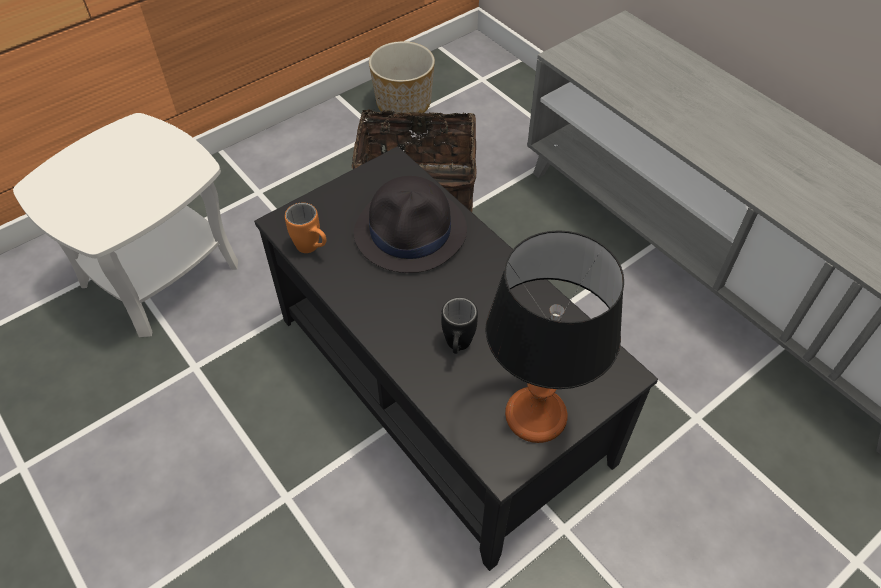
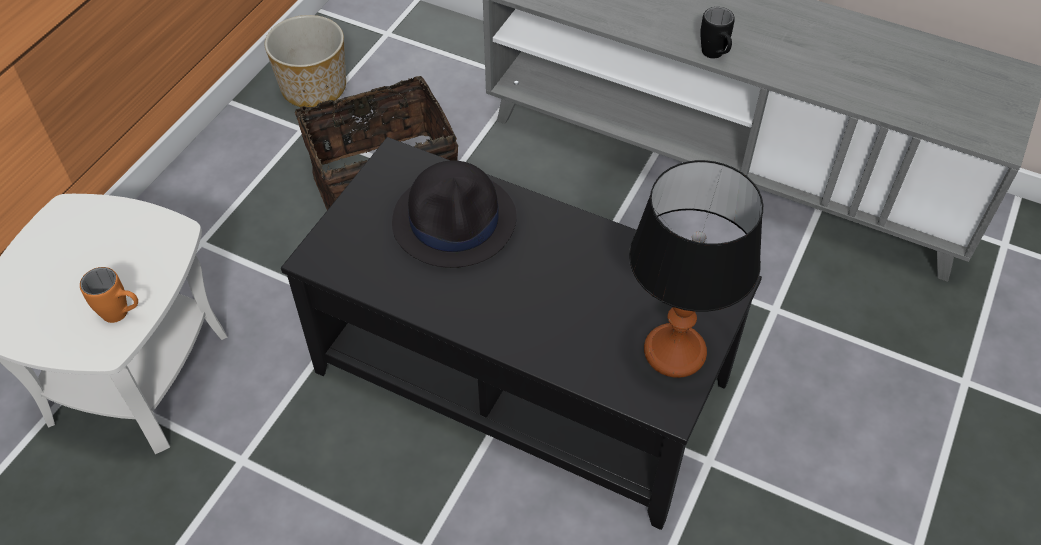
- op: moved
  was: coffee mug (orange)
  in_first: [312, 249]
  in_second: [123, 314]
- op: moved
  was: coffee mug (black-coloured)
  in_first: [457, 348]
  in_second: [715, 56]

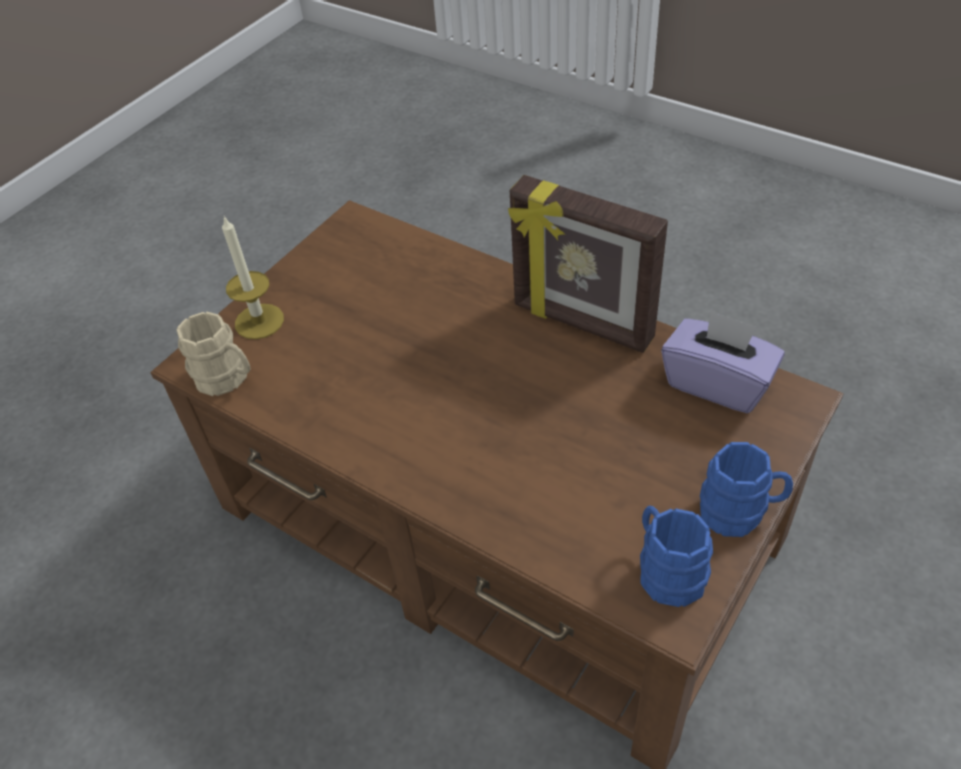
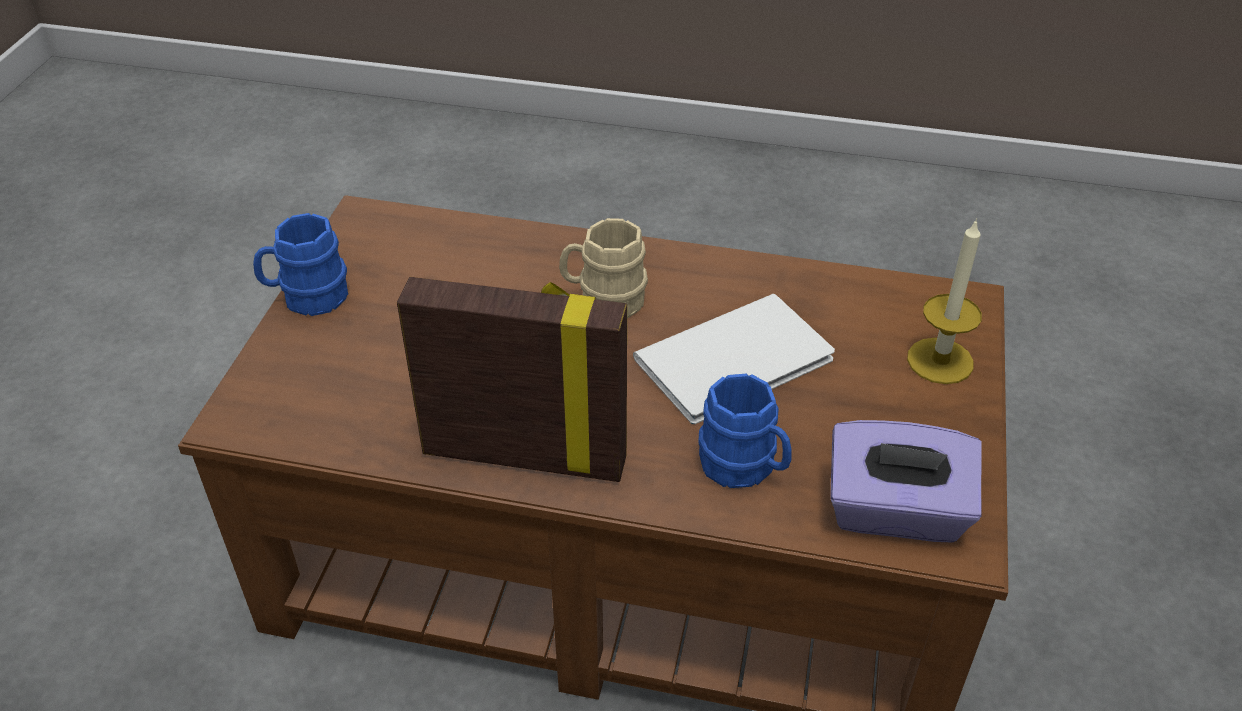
- op: moved
  was: coffee mug (beige)
  in_first: [227, 379]
  in_second: [604, 300]
- op: moved
  was: coffee mug (blue-coloured)
  in_first: [666, 571]
  in_second: [744, 468]
- op: moved
  was: tissue holder (purplish)
  in_first: [717, 383]
  in_second: [895, 513]
- op: added
  now: volume (whitish)
  in_second: [741, 361]

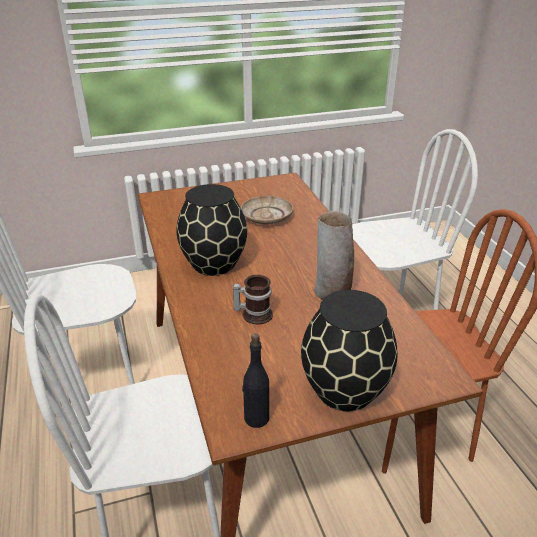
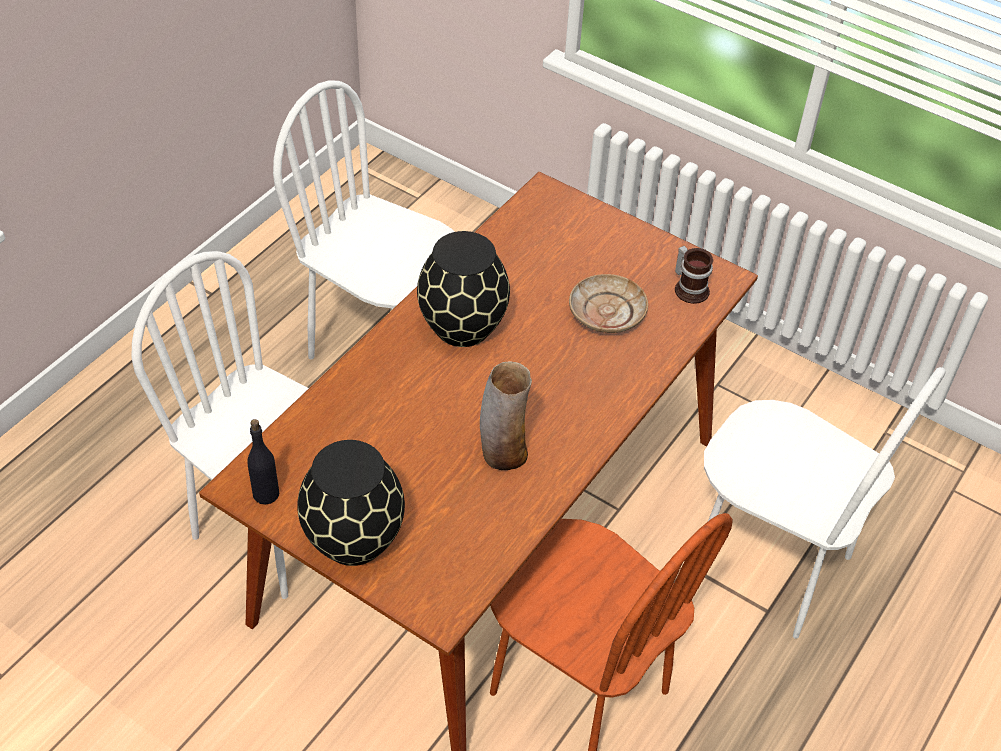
- op: moved
  was: coffee mug
  in_first: [254, 313]
  in_second: [690, 288]

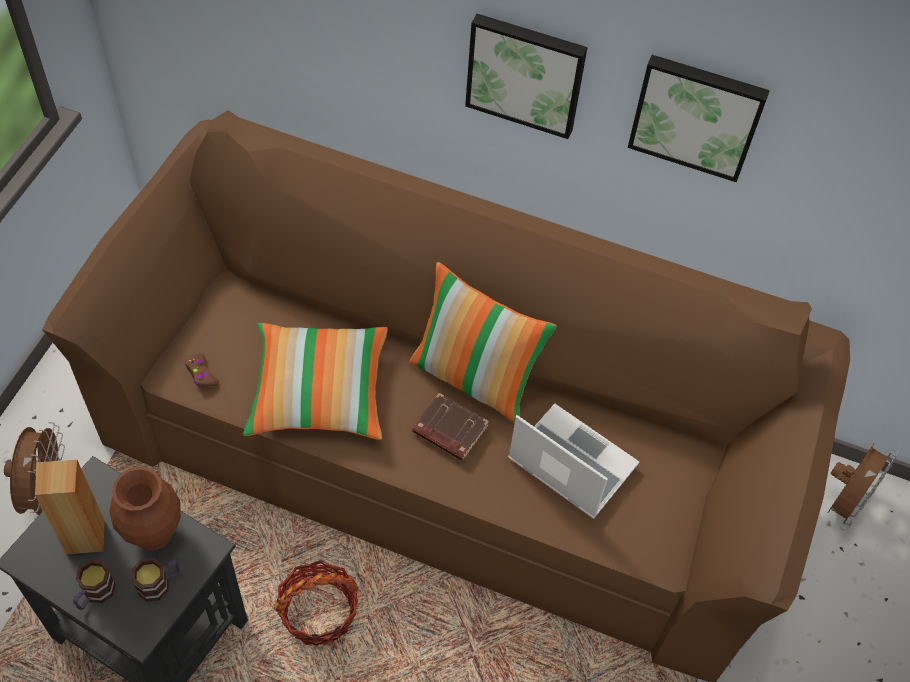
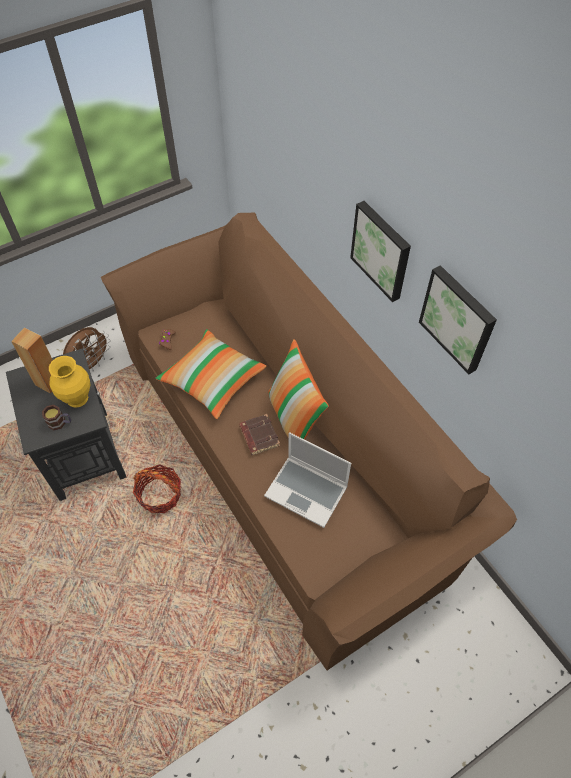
- op: removed
  was: coffee mug
  in_first: [95, 594]
- op: recoloured
  was: flower vase (brownish)
  now: flower vase (yellow)
  in_first: [153, 533]
  in_second: [76, 398]
- op: turned
  was: portable computer
  in_first: [570, 463]
  in_second: [307, 491]
  clockwise: 135
- op: removed
  was: fan (brownish)
  in_first: [843, 503]

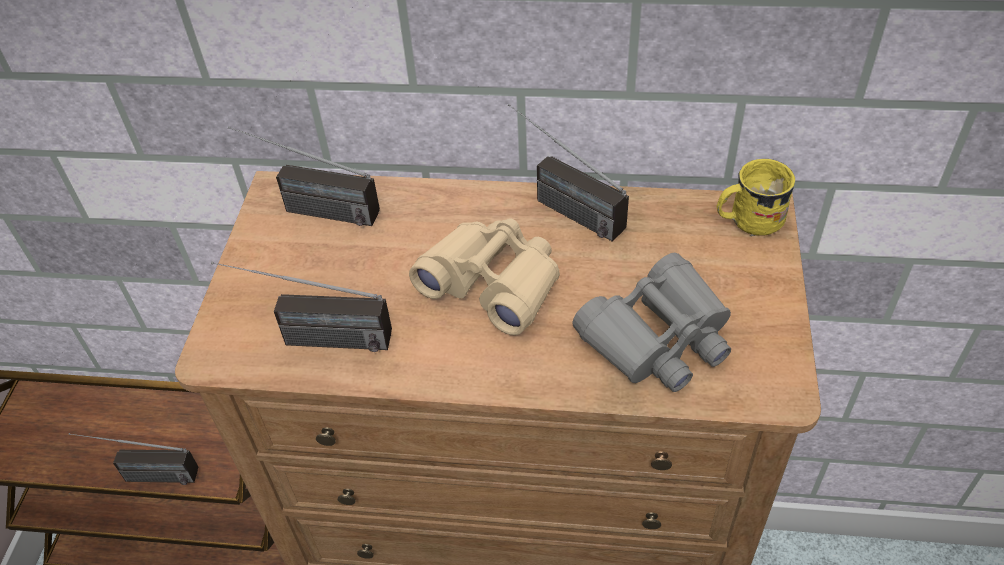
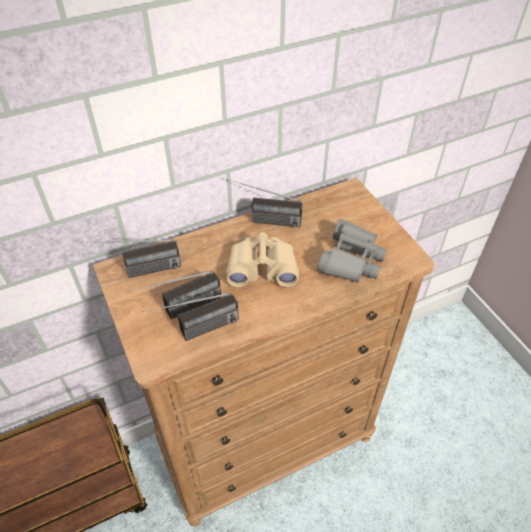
- op: moved
  was: radio
  in_first: [143, 476]
  in_second: [180, 310]
- op: removed
  was: coffee mug (yellow)
  in_first: [748, 220]

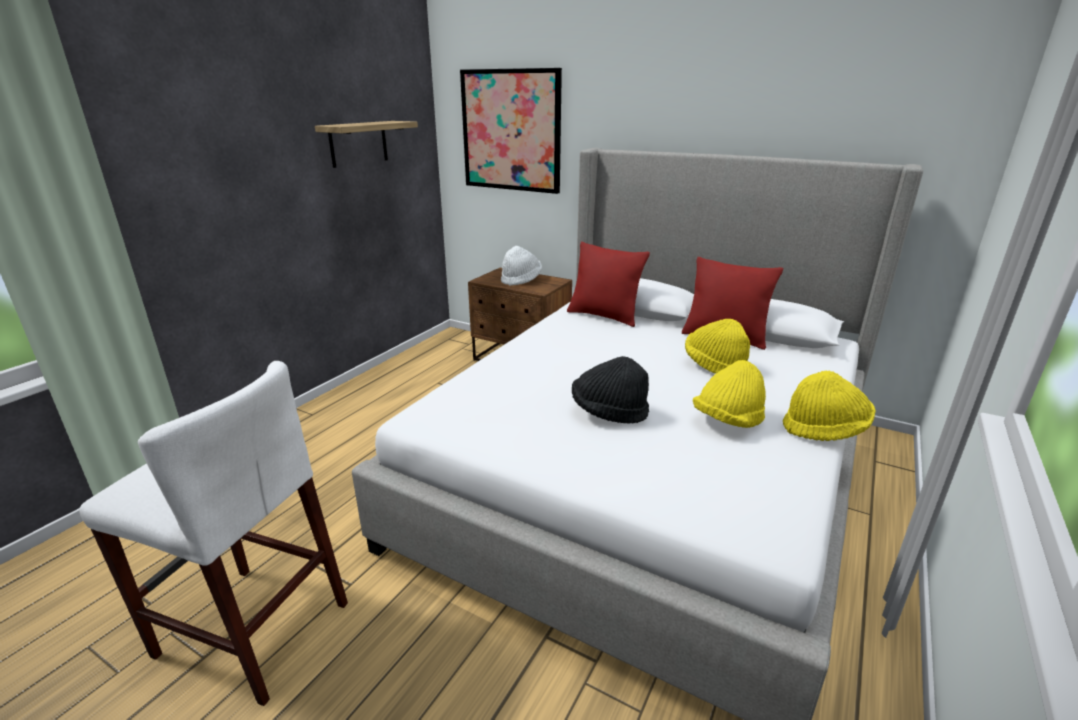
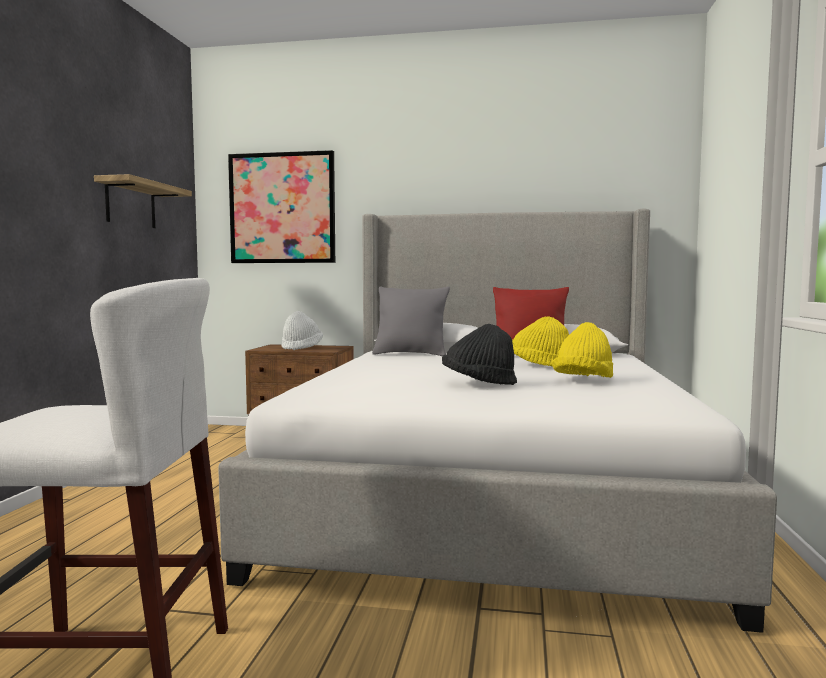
- op: recoloured
  was: cushion (reddish)
  now: cushion (gray)
  in_first: [604, 316]
  in_second: [410, 354]
- op: removed
  was: hat (yellow)
  in_first: [824, 429]

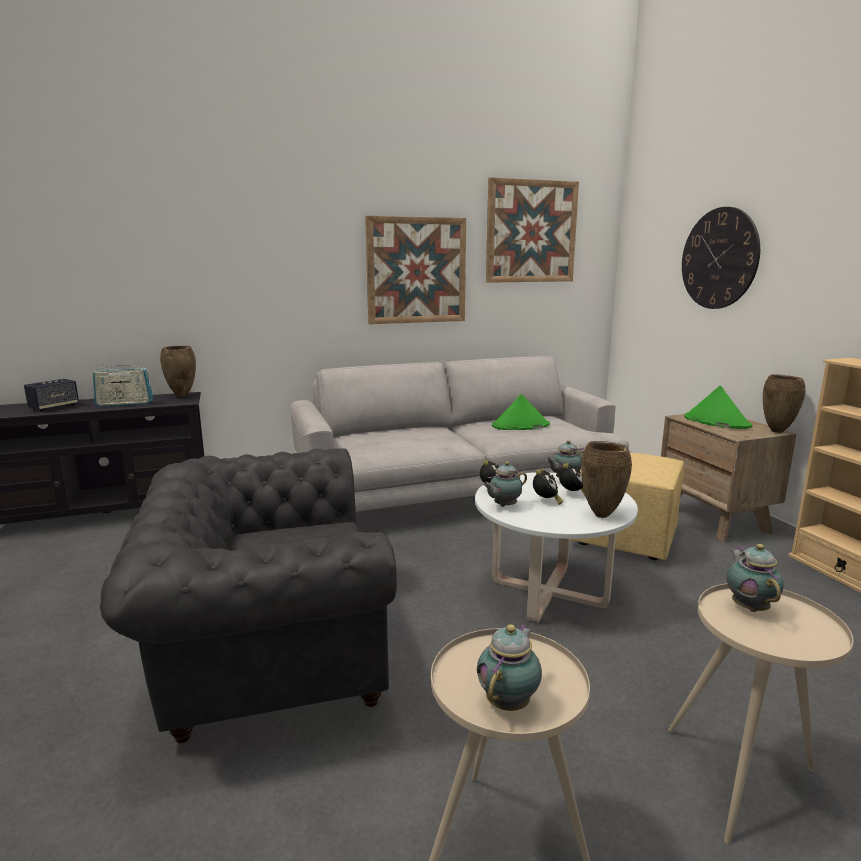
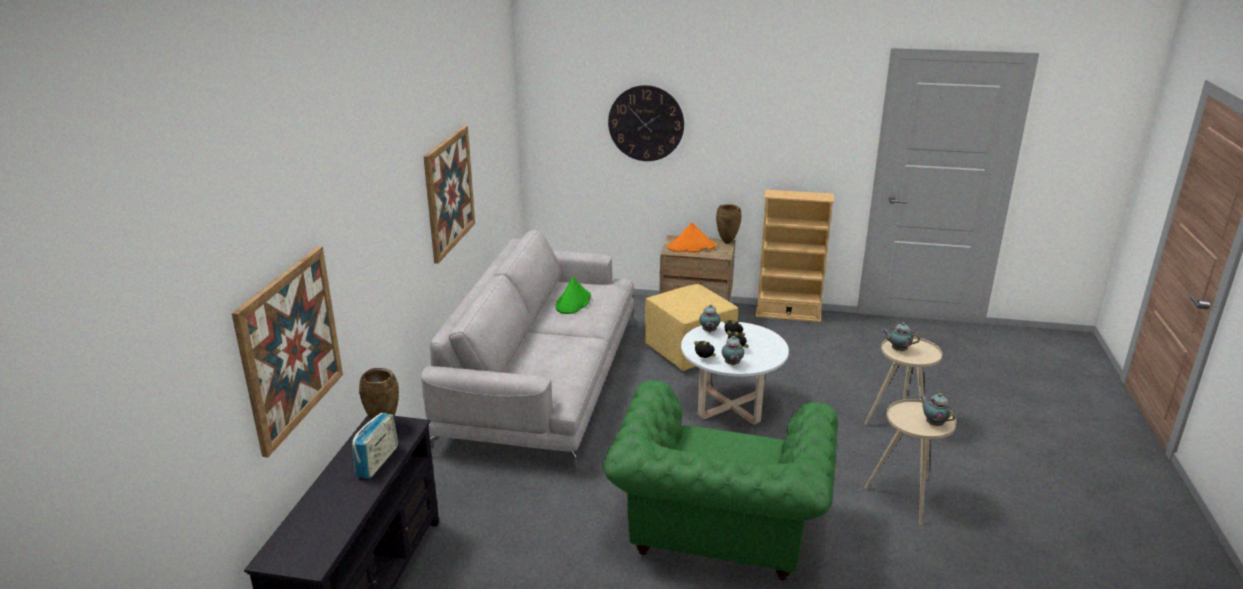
- op: removed
  was: loudspeaker
  in_first: [54, 407]
- op: recoloured
  was: lounge chair (gray)
  now: lounge chair (green-coloured)
  in_first: [266, 653]
  in_second: [718, 531]
- op: moved
  was: wall picture
  in_first: [531, 232]
  in_second: [290, 347]
- op: removed
  was: flower vase (brownish)
  in_first: [602, 515]
- op: recoloured
  was: hat (green-coloured)
  now: hat (orange)
  in_first: [716, 422]
  in_second: [691, 247]

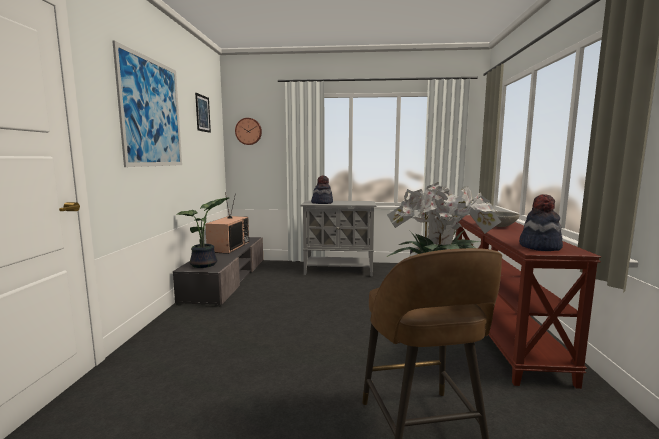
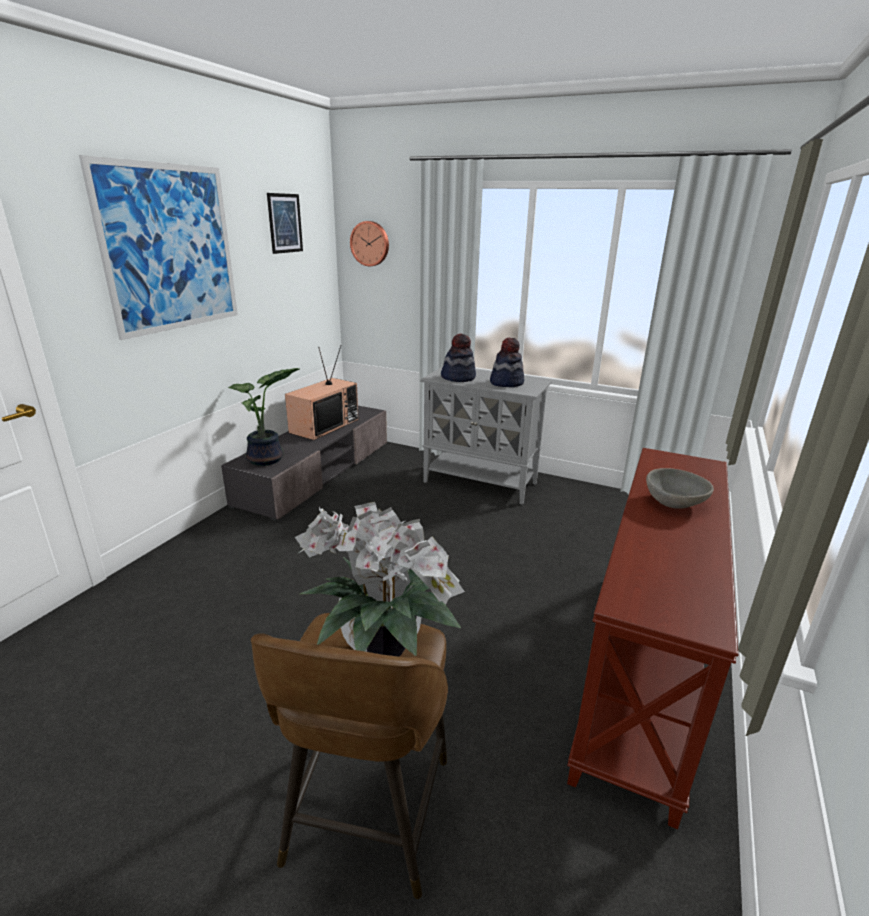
- op: moved
  was: hat
  in_first: [539, 247]
  in_second: [506, 383]

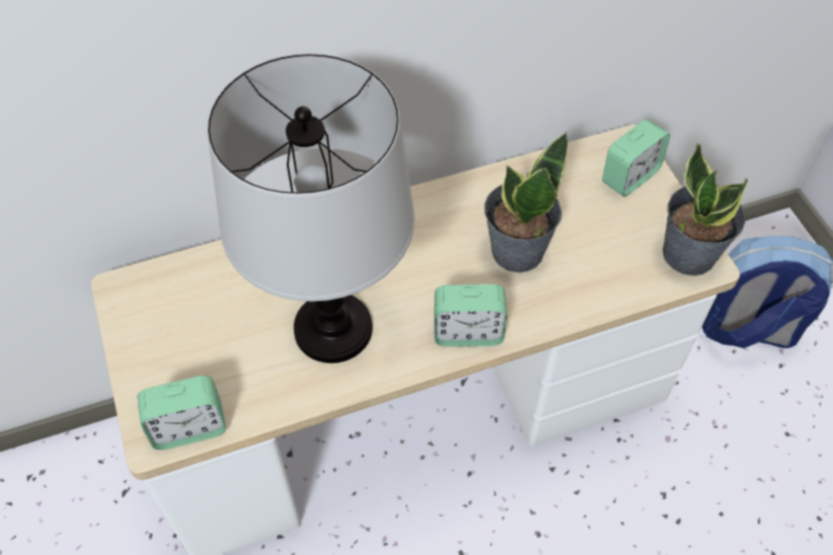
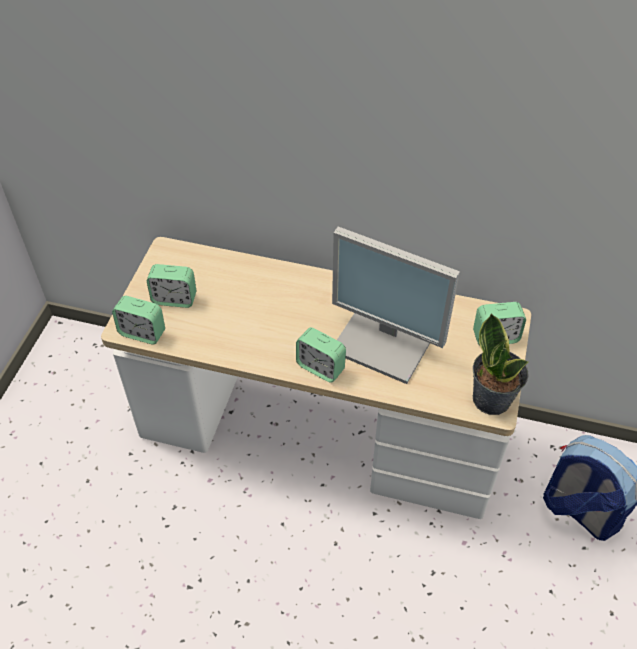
- op: removed
  was: table lamp
  in_first: [332, 329]
- op: replaced
  was: plant in a pot
  now: computer display
  in_first: [516, 251]
  in_second: [386, 340]
- op: added
  now: table clock
  in_second: [174, 299]

